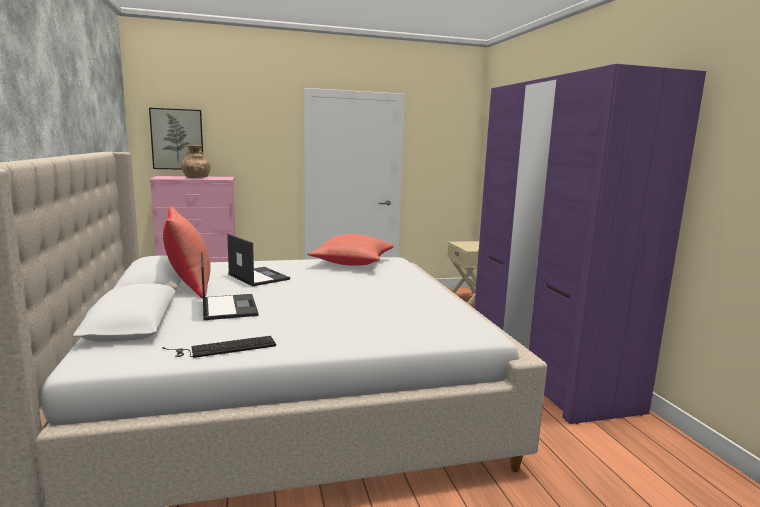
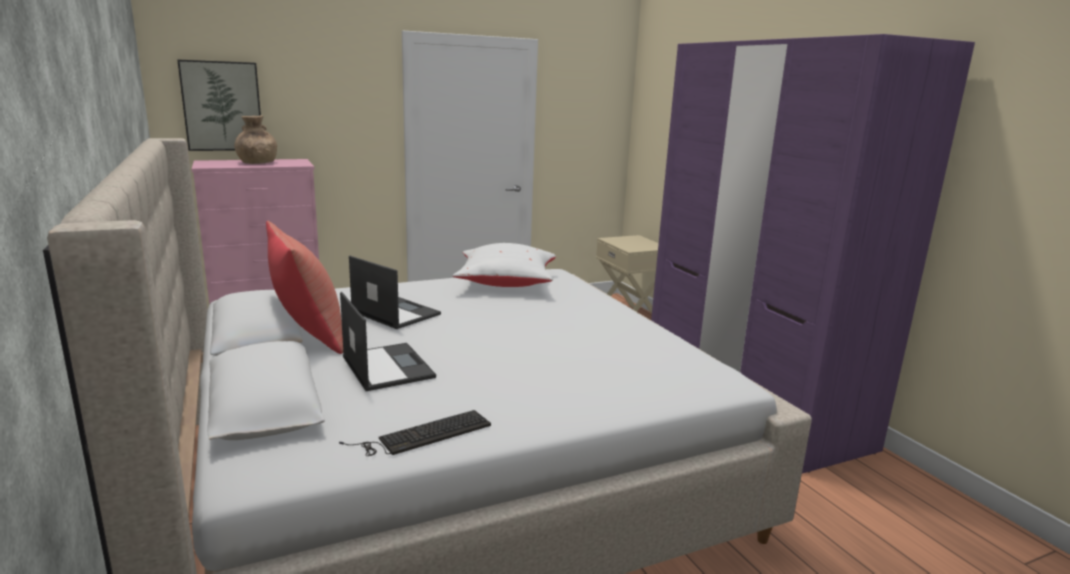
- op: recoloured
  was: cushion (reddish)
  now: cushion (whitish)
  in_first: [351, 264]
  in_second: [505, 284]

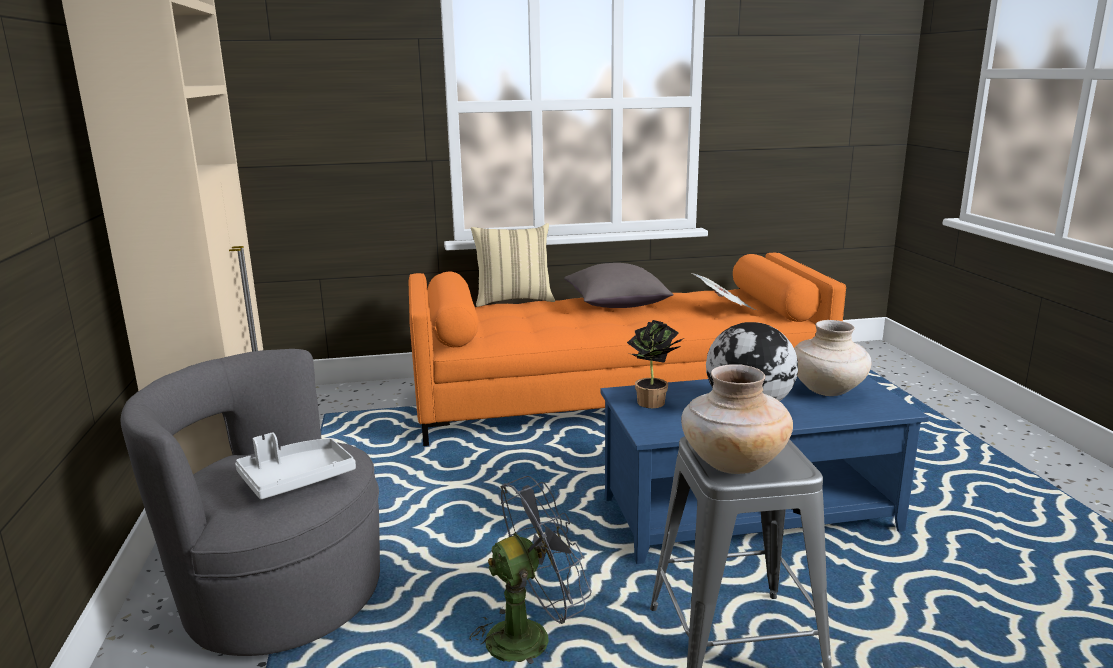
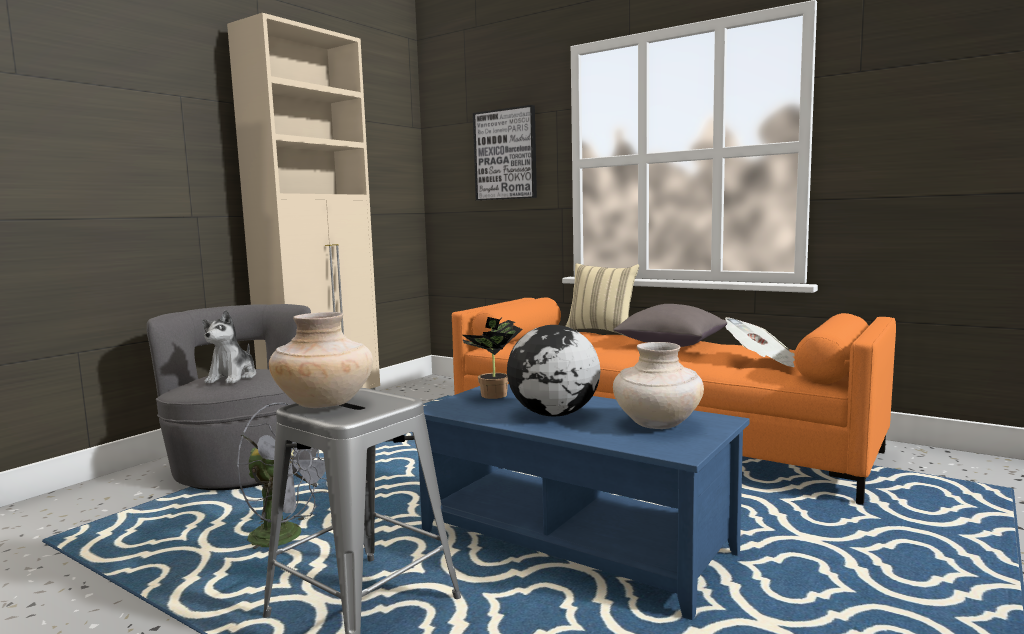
- op: replaced
  was: carrying tray (gray)
  now: soft toy
  in_first: [296, 479]
  in_second: [232, 377]
- op: added
  now: wall picture
  in_second: [505, 154]

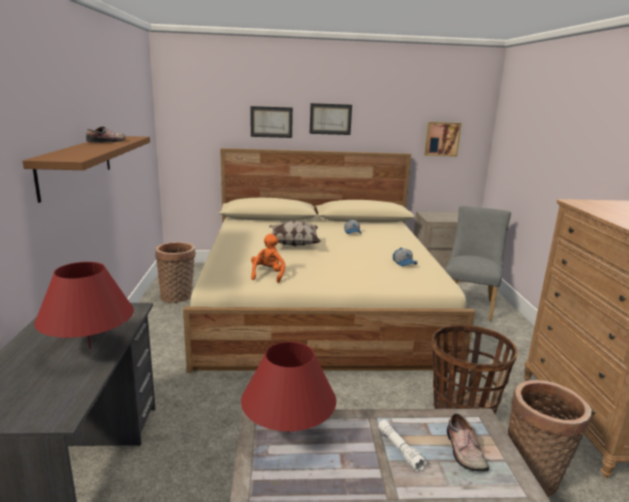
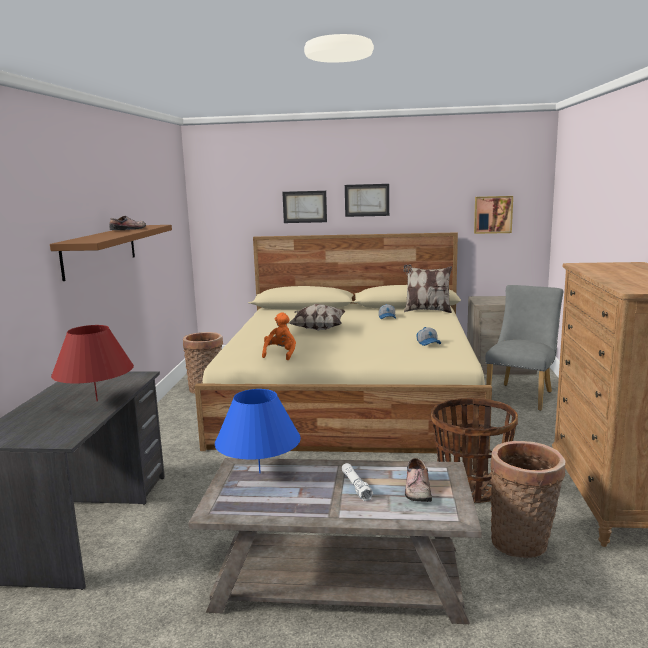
- op: recoloured
  was: table lamp (reddish)
  now: table lamp (blue-coloured)
  in_first: [288, 431]
  in_second: [260, 472]
- op: added
  now: cushion
  in_second: [427, 311]

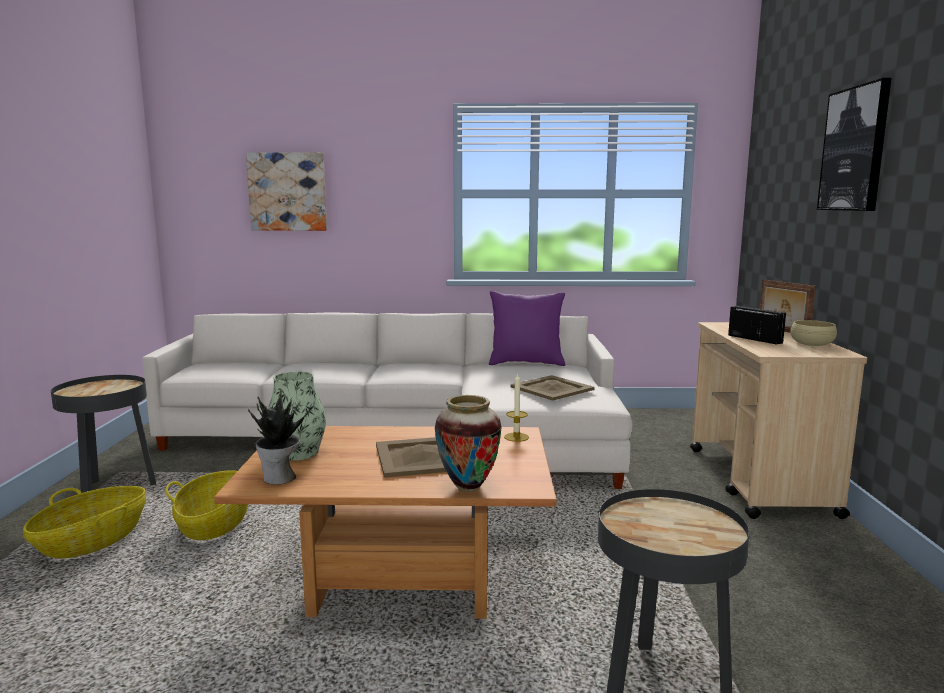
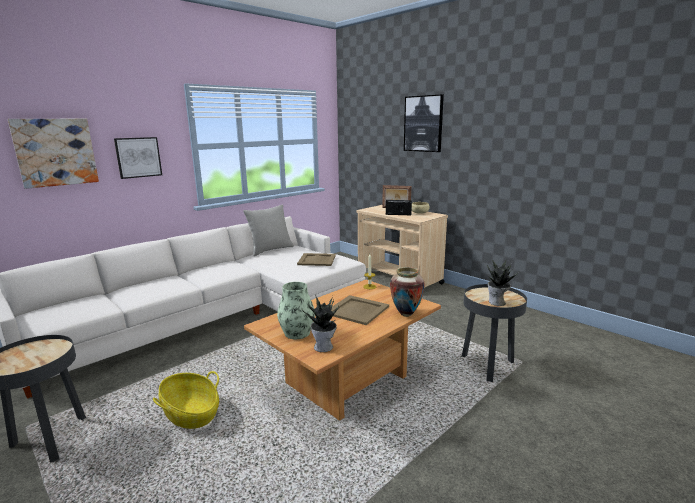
- op: removed
  was: storage basket
  in_first: [92, 542]
- op: recoloured
  was: cushion (purplish)
  now: cushion (gray)
  in_first: [526, 363]
  in_second: [270, 250]
- op: added
  now: wall picture
  in_second: [138, 157]
- op: added
  now: plant in a pot
  in_second: [497, 303]

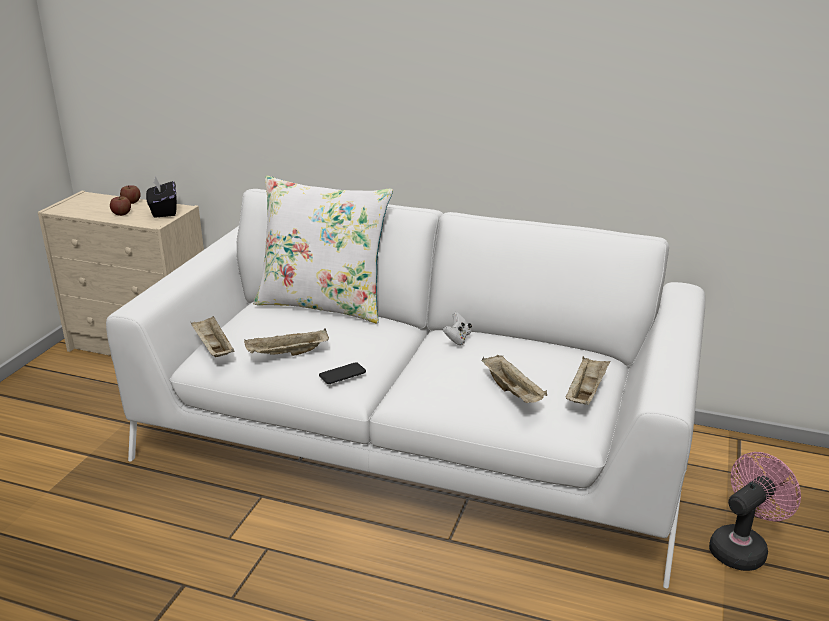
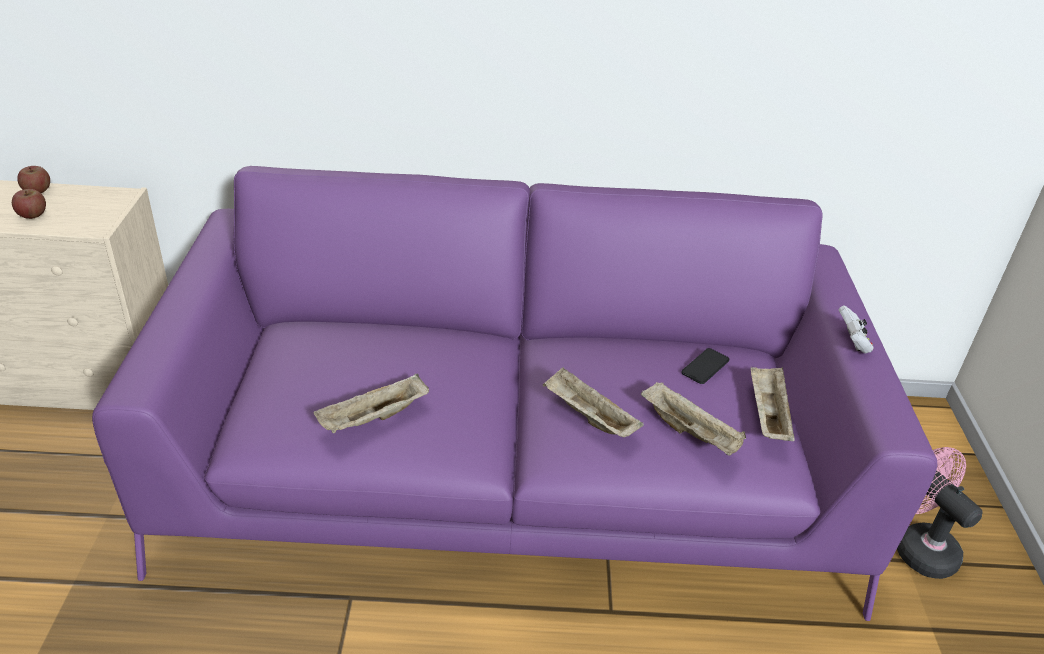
- op: recoloured
  was: settee (whitish)
  now: settee (purplish)
  in_first: [415, 444]
  in_second: [512, 477]
- op: removed
  was: tissue holder (black-coloured)
  in_first: [163, 211]
- op: moved
  was: carrying tray (beige)
  in_first: [213, 348]
  in_second: [587, 417]
- op: removed
  was: cushion (whitish)
  in_first: [324, 304]
- op: moved
  was: telephone
  in_first: [342, 374]
  in_second: [705, 366]
- op: moved
  was: game controller (whitish)
  in_first: [457, 339]
  in_second: [852, 342]
- op: turned
  was: fan (pink)
  in_first: [742, 547]
  in_second: [918, 546]
  clockwise: -60

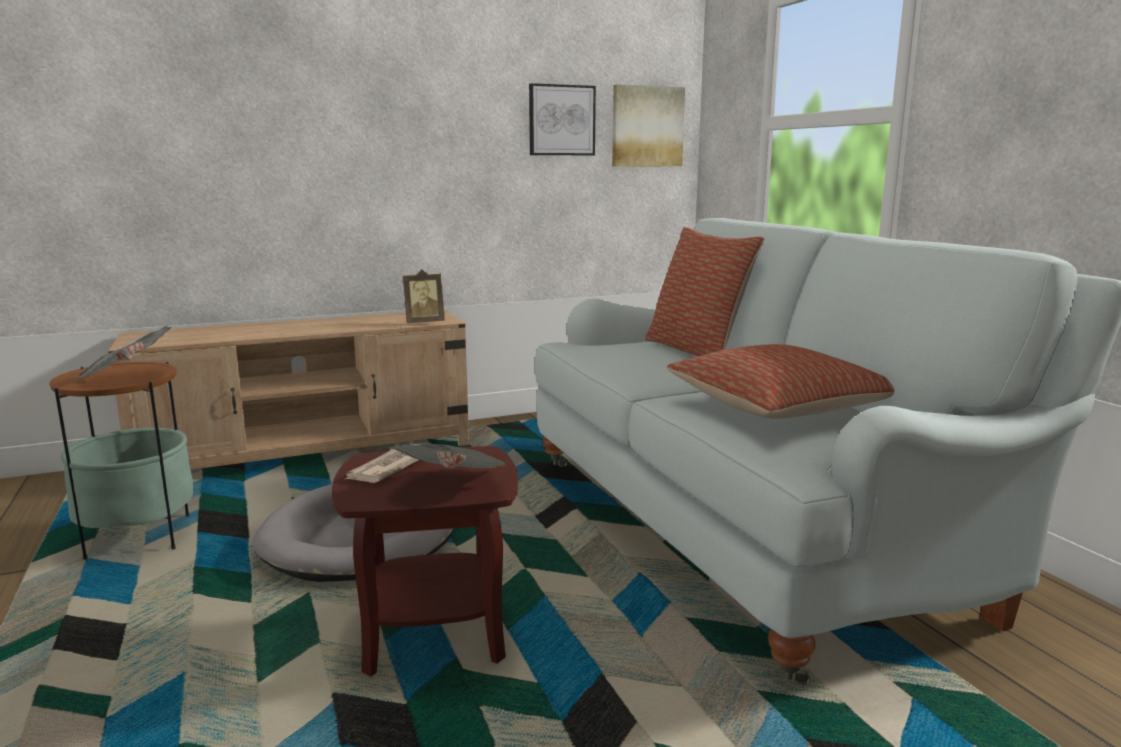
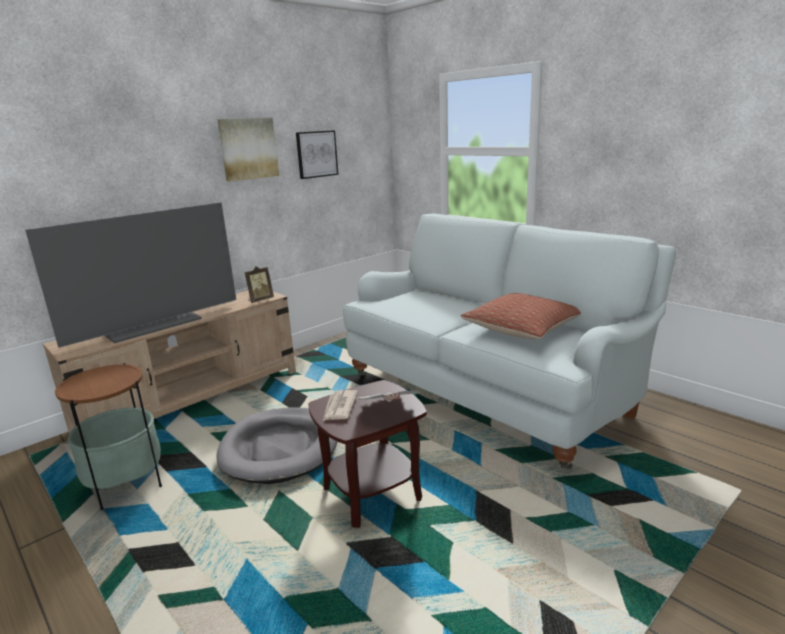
- op: removed
  was: daily paper
  in_first: [126, 377]
- op: moved
  was: wall picture
  in_first: [647, 126]
  in_second: [248, 149]
- op: removed
  was: cushion
  in_first: [697, 350]
- op: added
  now: television
  in_second: [153, 325]

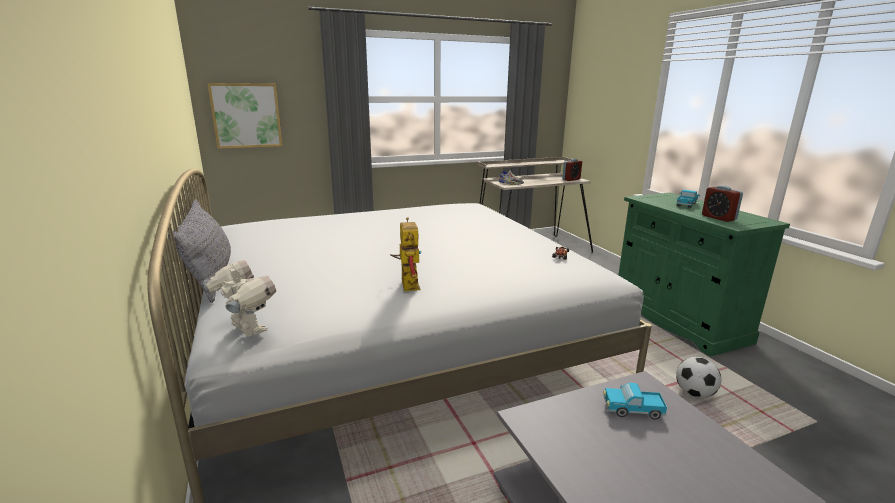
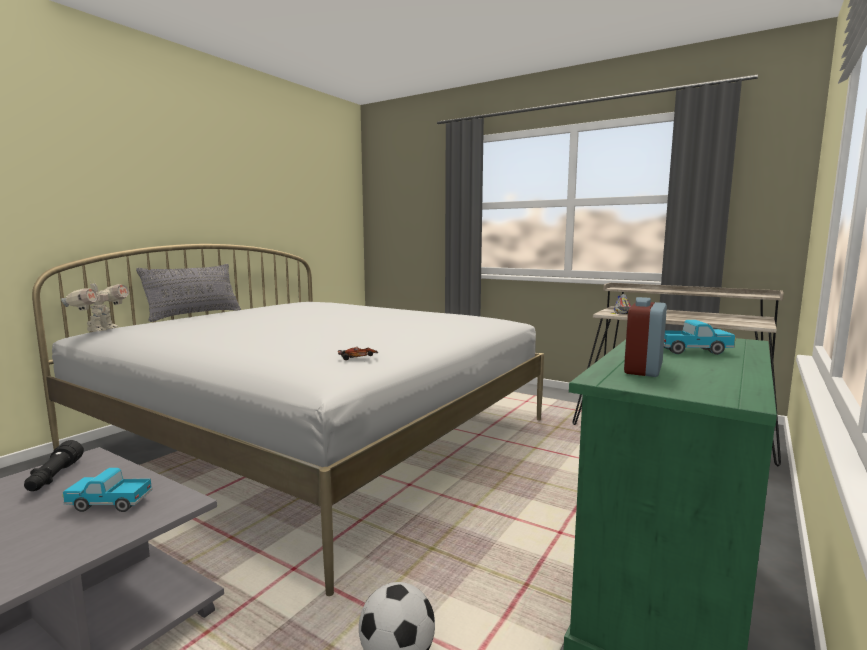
- op: removed
  was: wall picture
  in_first: [246, 115]
- op: removed
  was: robot figure
  in_first: [407, 283]
- op: removed
  was: table clock
  in_first: [571, 179]
- op: turned
  was: model truck
  in_first: [632, 410]
  in_second: [109, 504]
  clockwise: -60
- op: added
  now: flashlight (black-coloured)
  in_second: [54, 477]

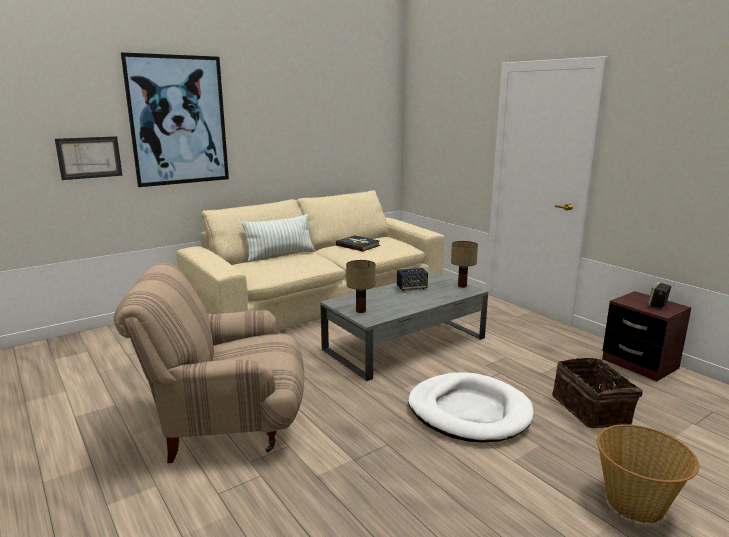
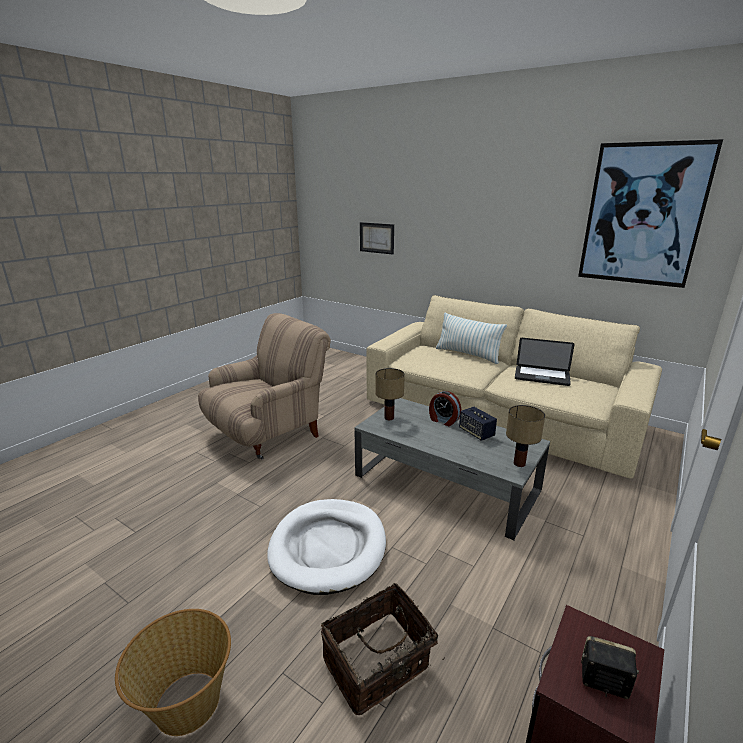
- op: turned
  was: lounge chair (beige)
  in_first: [227, 424]
  in_second: [268, 433]
  clockwise: 75
- op: moved
  was: wall picture
  in_first: [178, 120]
  in_second: [643, 215]
- op: replaced
  was: volume
  now: portable computer
  in_first: [358, 245]
  in_second: [541, 376]
- op: added
  now: table clock
  in_second: [443, 420]

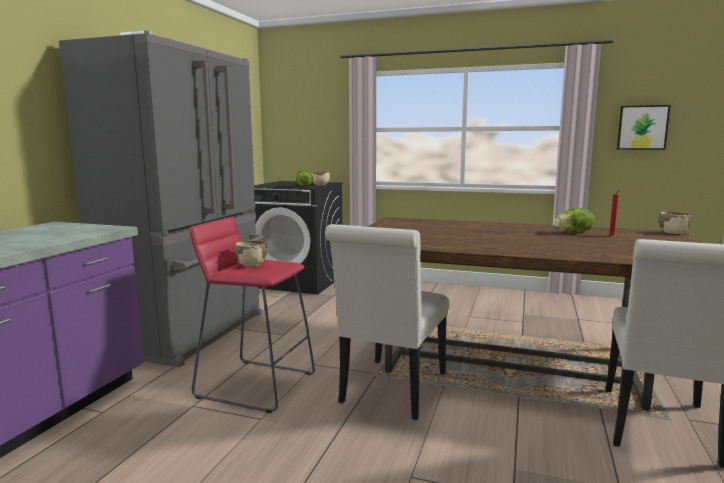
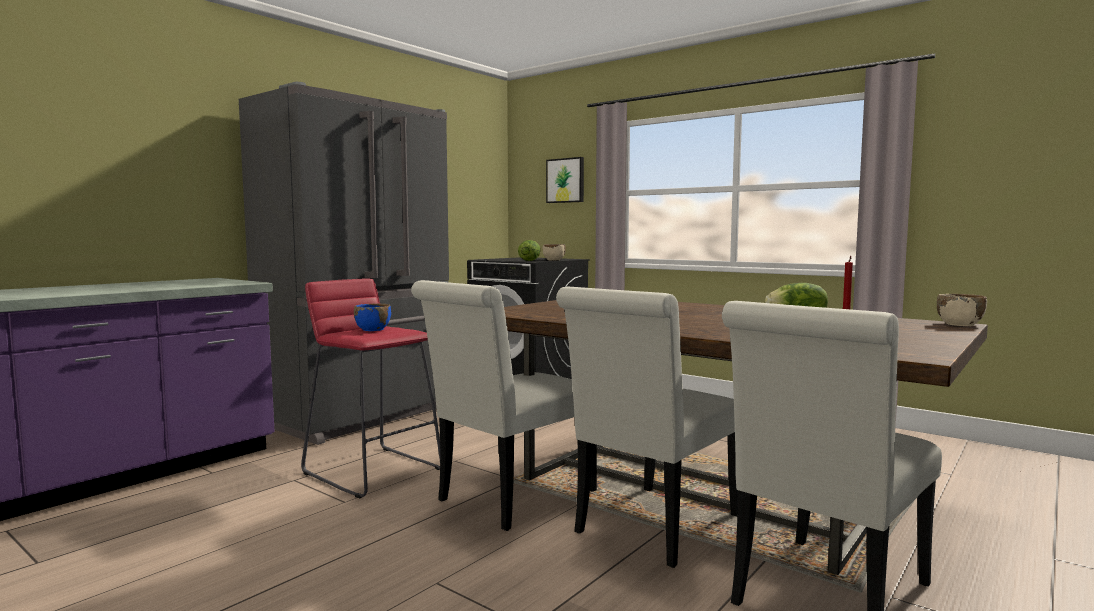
- op: recoloured
  was: bowl (beige)
  now: bowl (blue-coloured)
  in_first: [251, 264]
  in_second: [373, 329]
- op: moved
  was: wall picture
  in_first: [642, 127]
  in_second: [566, 180]
- op: added
  now: upright chair (whitish)
  in_second: [652, 528]

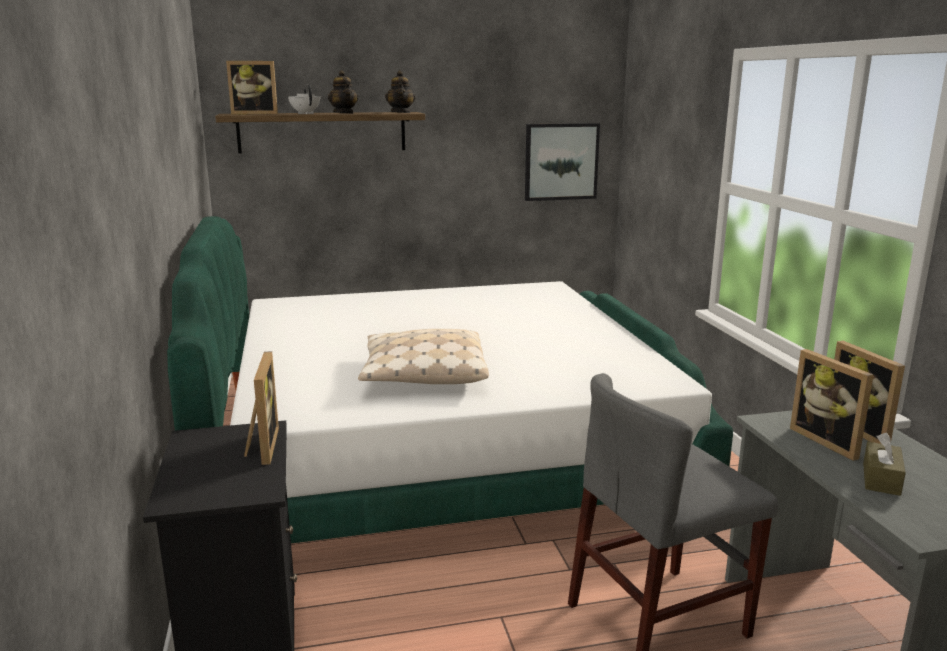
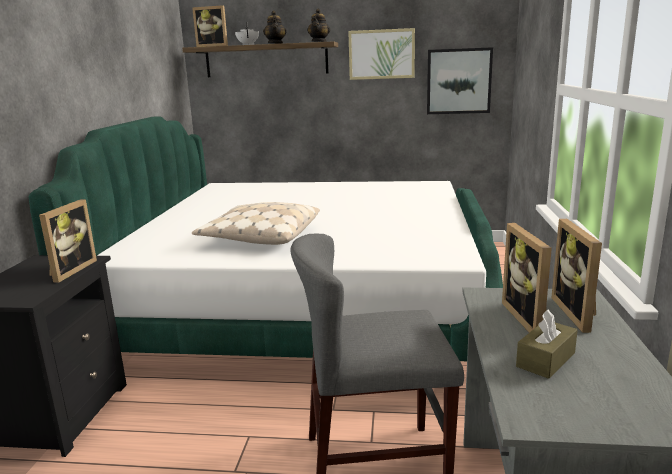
- op: added
  now: wall picture
  in_second: [381, 54]

